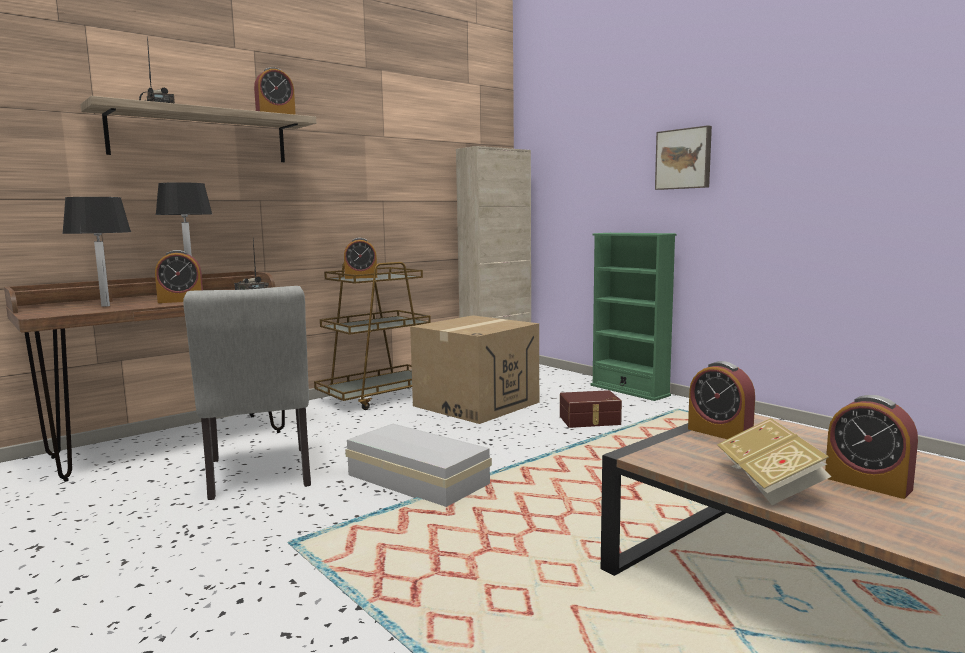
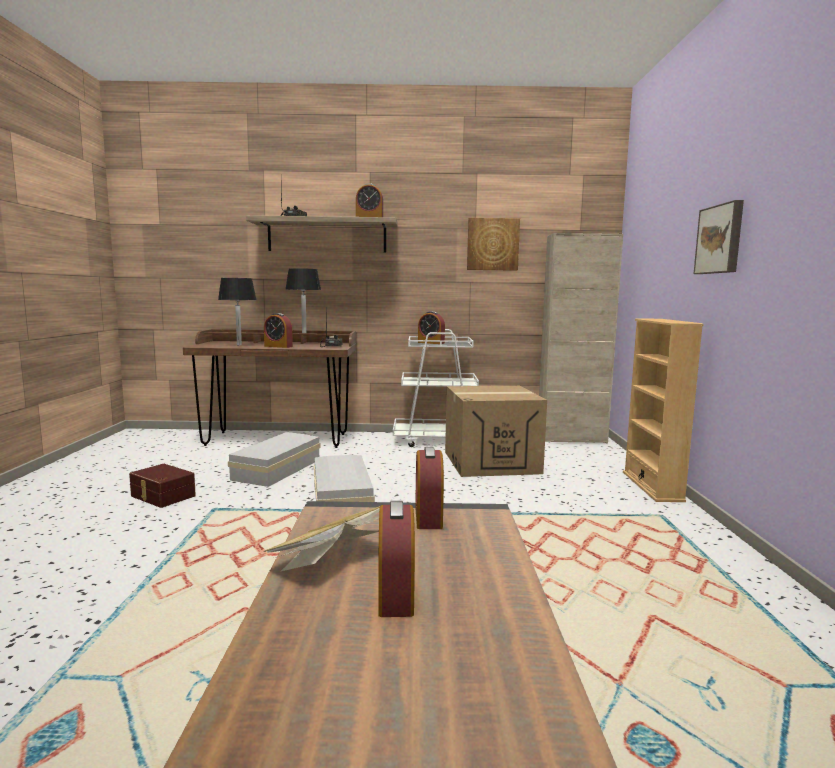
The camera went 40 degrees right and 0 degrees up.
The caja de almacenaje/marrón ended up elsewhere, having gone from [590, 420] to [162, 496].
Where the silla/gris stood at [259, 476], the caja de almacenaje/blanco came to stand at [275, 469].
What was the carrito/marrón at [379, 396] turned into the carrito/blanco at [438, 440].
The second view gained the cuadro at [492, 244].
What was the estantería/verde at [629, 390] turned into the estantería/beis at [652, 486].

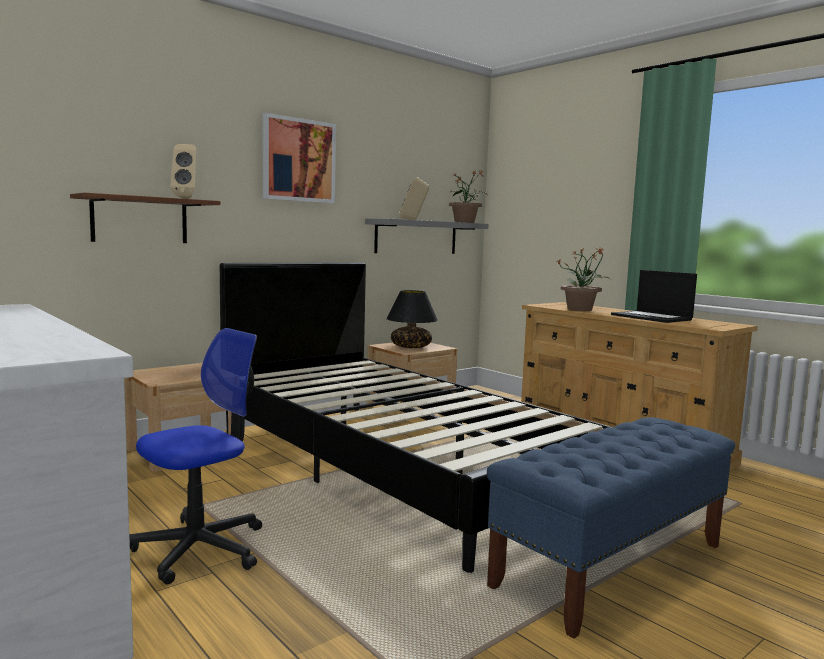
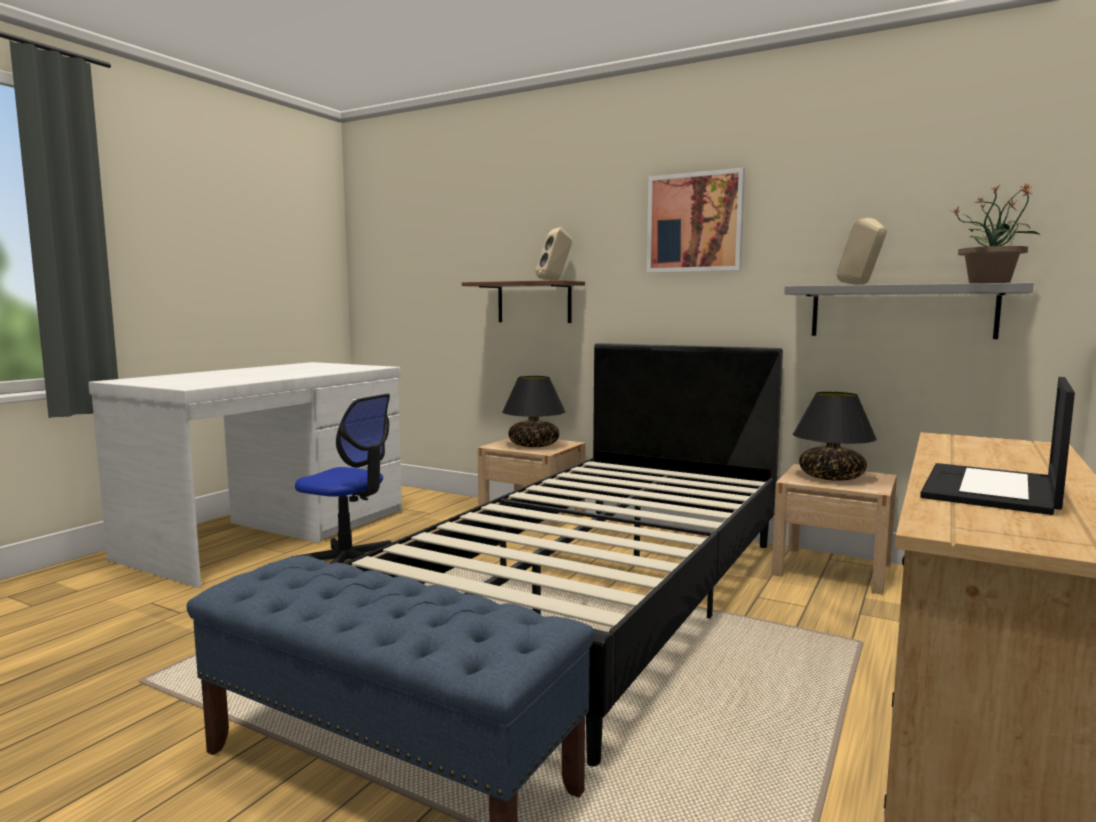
The camera went 70 degrees right and 0 degrees up.
The second view gained the lámpara de mesa/negro at [534, 445].
The second view lost the planta en maceta at [580, 309].

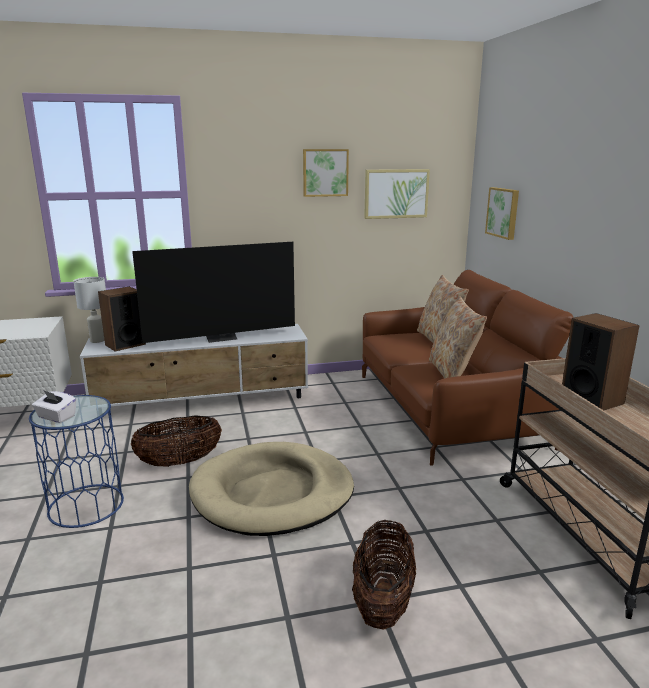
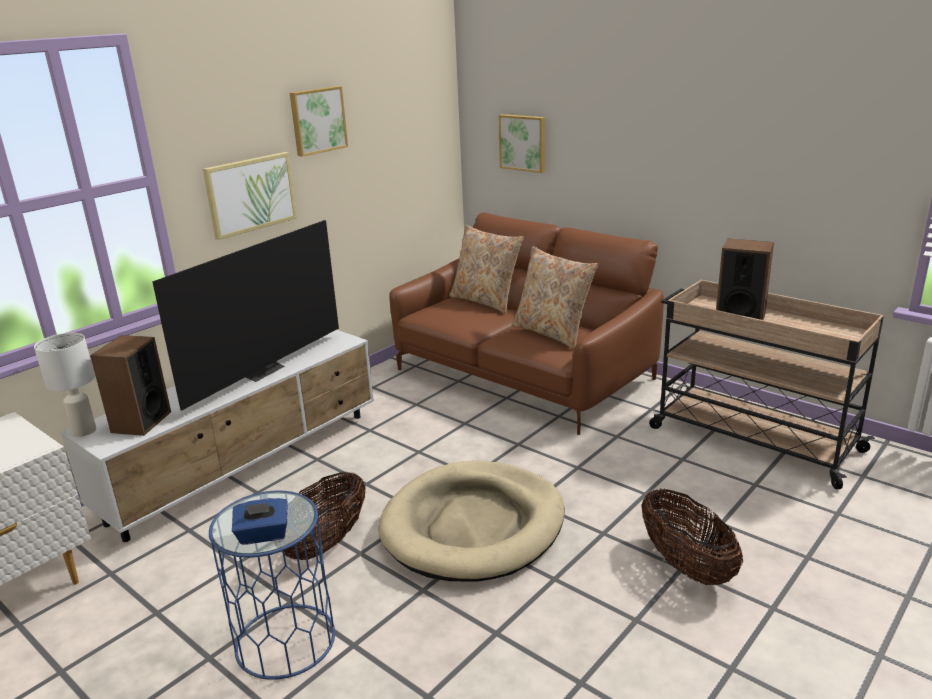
The camera went 35 degrees left and 5 degrees up.
The cuadro ended up elsewhere, having gone from [396, 193] to [250, 194].
What was the caja de pañuelos/blanco at [56, 417] turned into the caja de pañuelos/azul at [263, 535].

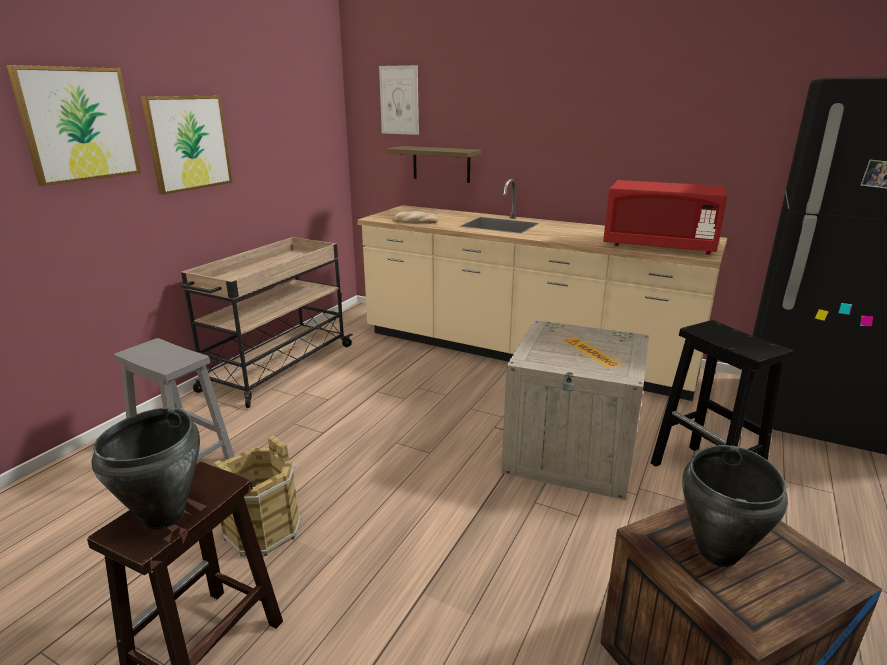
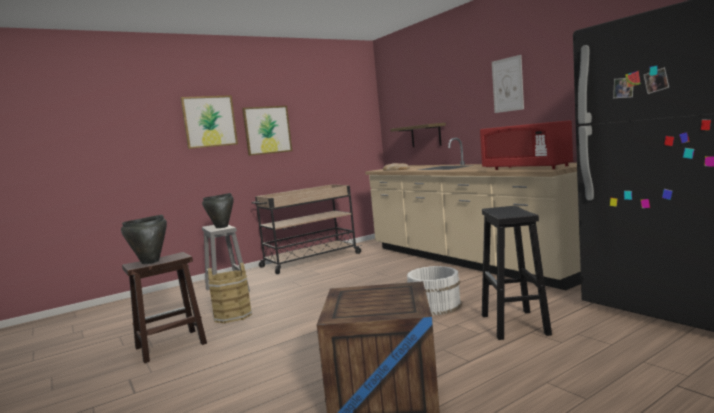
The camera went 30 degrees right and 15 degrees down.
The olla/negro ended up elsewhere, having gone from [718, 553] to [222, 227].
Where the caja de embalaje stood at [573, 451], the cubo/blanco came to stand at [435, 305].
The cuadro ended up elsewhere, having gone from [399, 100] to [507, 84].

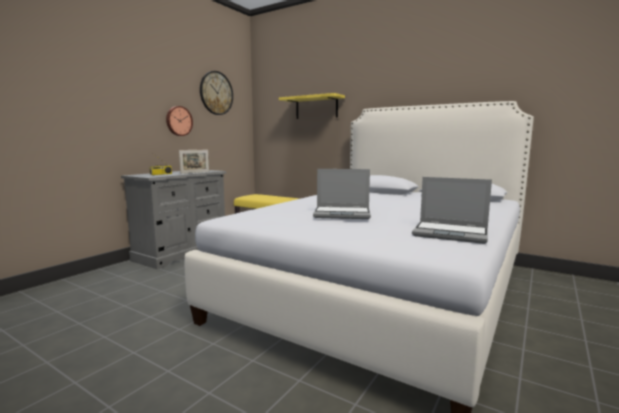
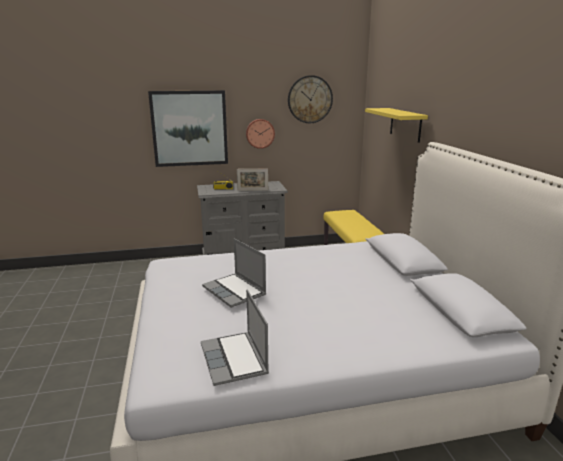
The camera went 45 degrees right and 10 degrees up.
The second view gained the cuadro at [189, 128].

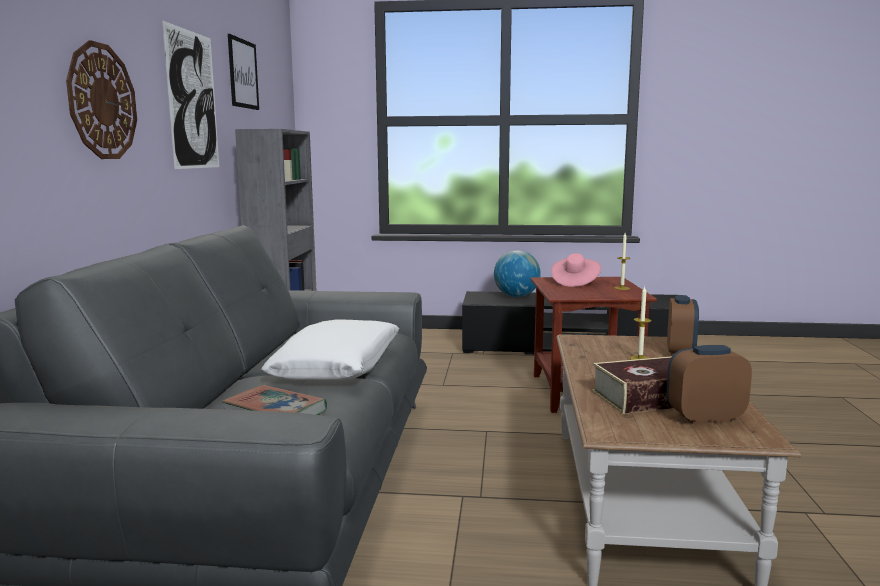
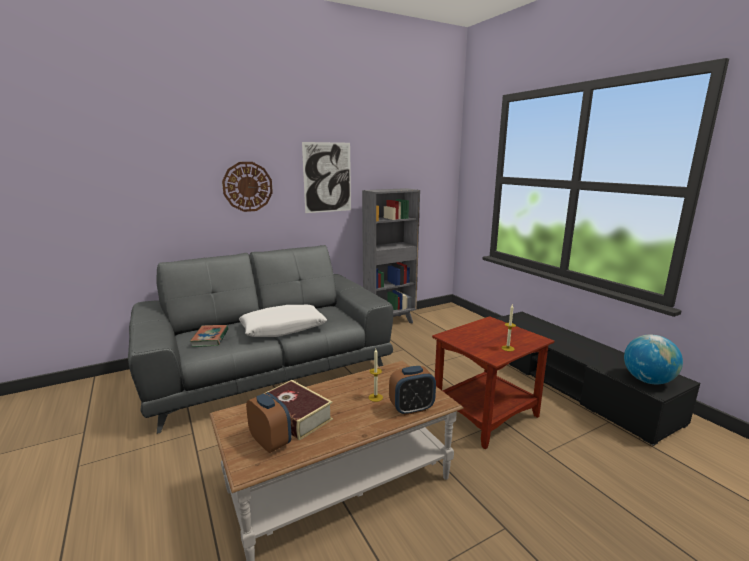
The camera went 55 degrees right and 5 degrees up.
The globo terráqueo ended up elsewhere, having gone from [516, 296] to [647, 381].
The second view lost the cuadro at [243, 74].
The second view lost the sombrero/rosa at [574, 282].

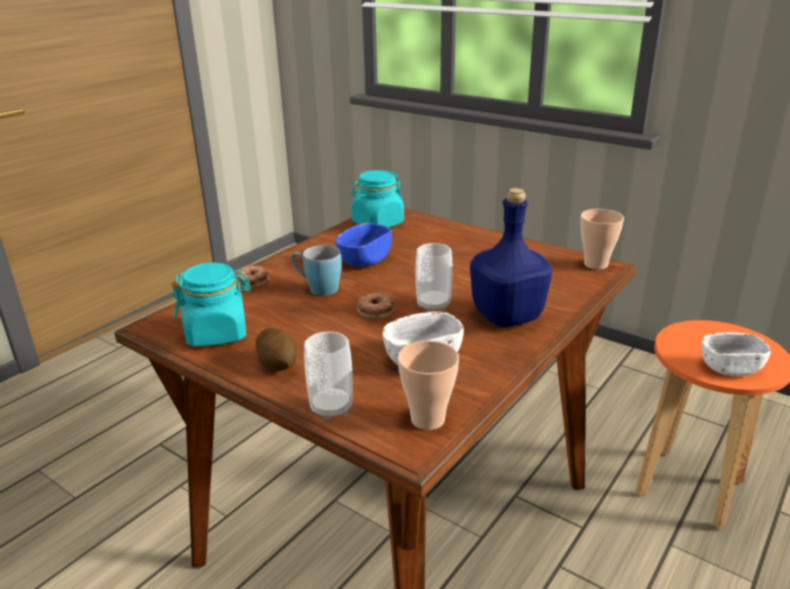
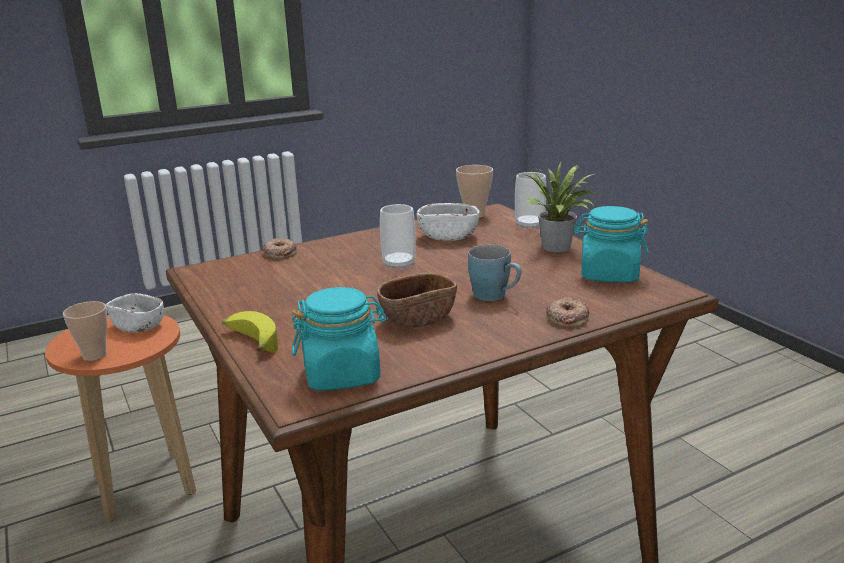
The camera went 155 degrees left and 5 degrees down.
The taza ended up elsewhere, having gone from [596, 264] to [95, 355].
The second view gained the plátano at [250, 341].
The rosquilla ended up elsewhere, having gone from [375, 310] to [280, 253].
What was the cuenco/azul at [365, 260] turned into the cuenco/marrón at [417, 319].
Where the patata stood at [278, 364], the planta en maceta came to stand at [557, 248].
The second view lost the botella/azul at [506, 317].

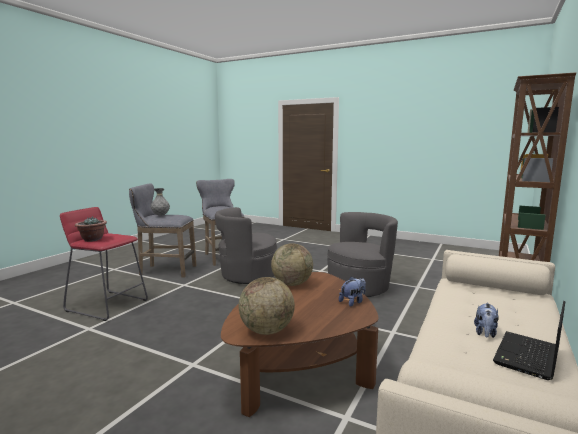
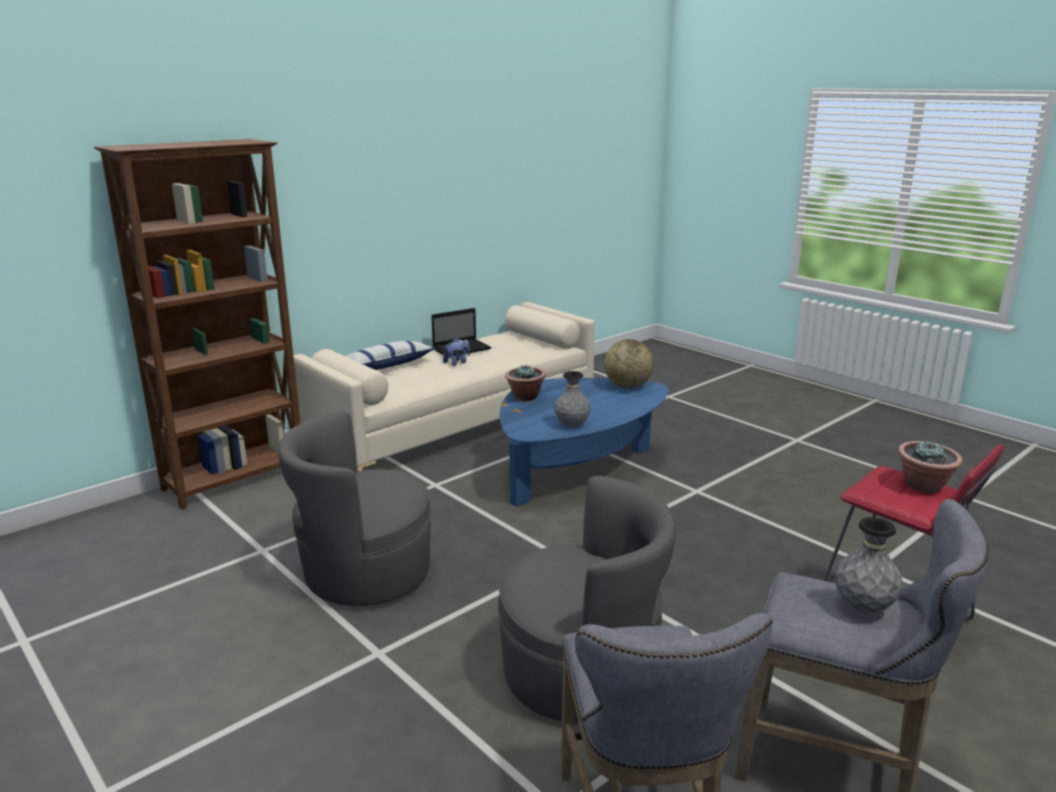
The camera went 160 degrees left and 10 degrees up.
The second view gained the cojín at [385, 366].
What was the mesa de centro/marrón at [302, 366] turned into the mesa de centro/azul at [576, 470].
Where the peluche stood at [353, 302], the planta en maceta came to stand at [525, 397].
Where the globo terráqueo stood at [292, 284], the florero/gris came to stand at [572, 425].

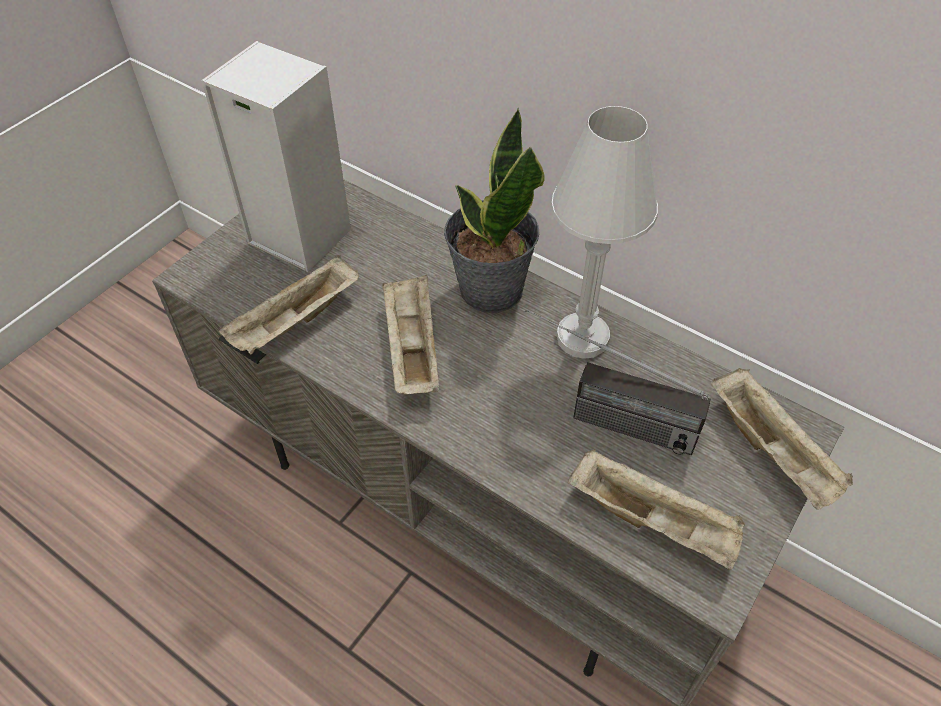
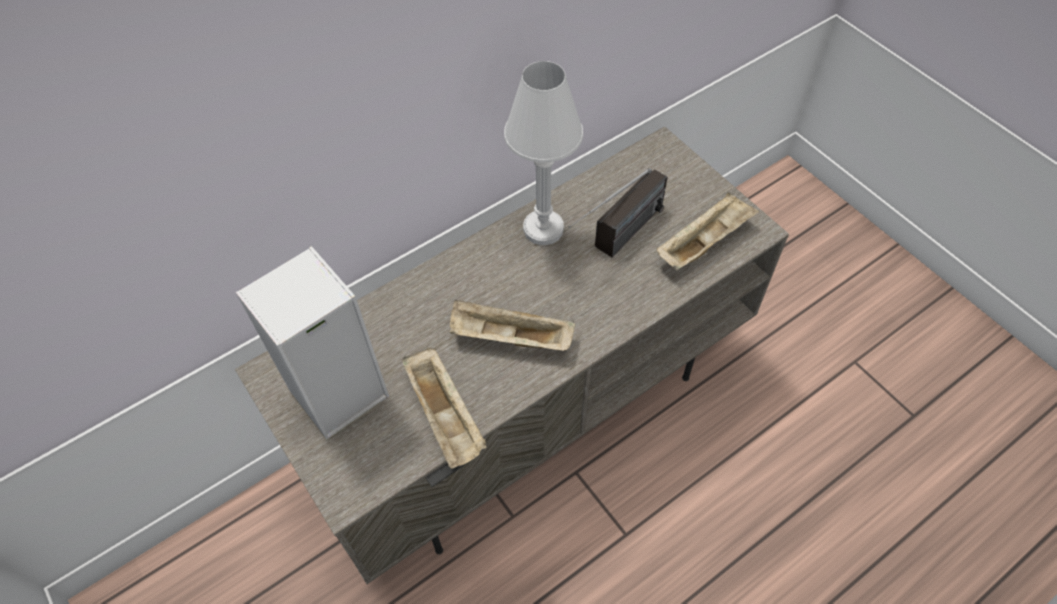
The camera went 70 degrees left and 5 degrees up.
The second view lost the planta en maceta at [490, 290].
The second view lost the bandeja/beis at [772, 451].

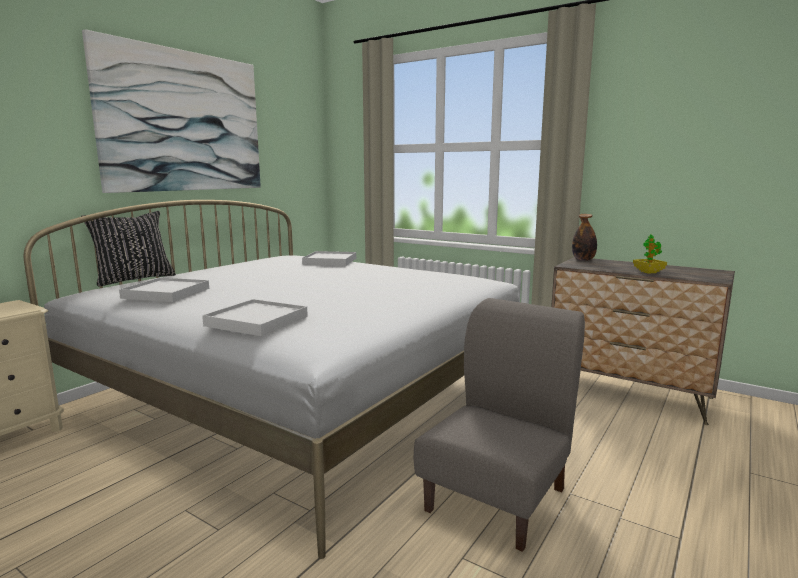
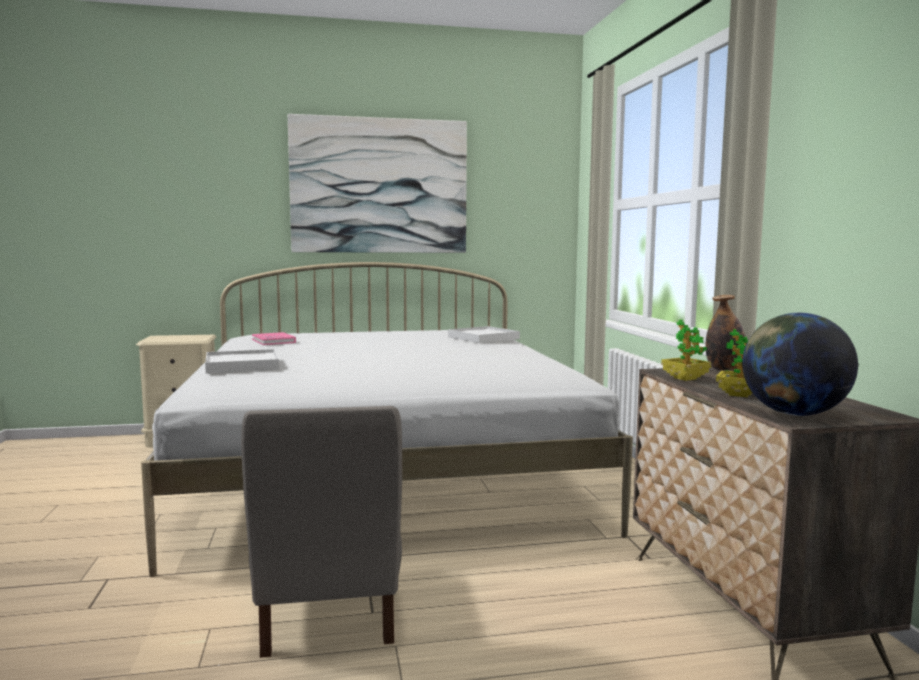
The camera went 45 degrees right and 5 degrees down.
The silla/gris at [498, 499] ended up facing another way, 90 degrees clockwise from before.
Where the bandeja/blanco stood at [166, 293], the libro/rosa came to stand at [273, 341].
The second view gained the planta en maceta at [685, 378].
The second view gained the globo terráqueo at [793, 414].
The second view lost the cojín/negro at [134, 279].

